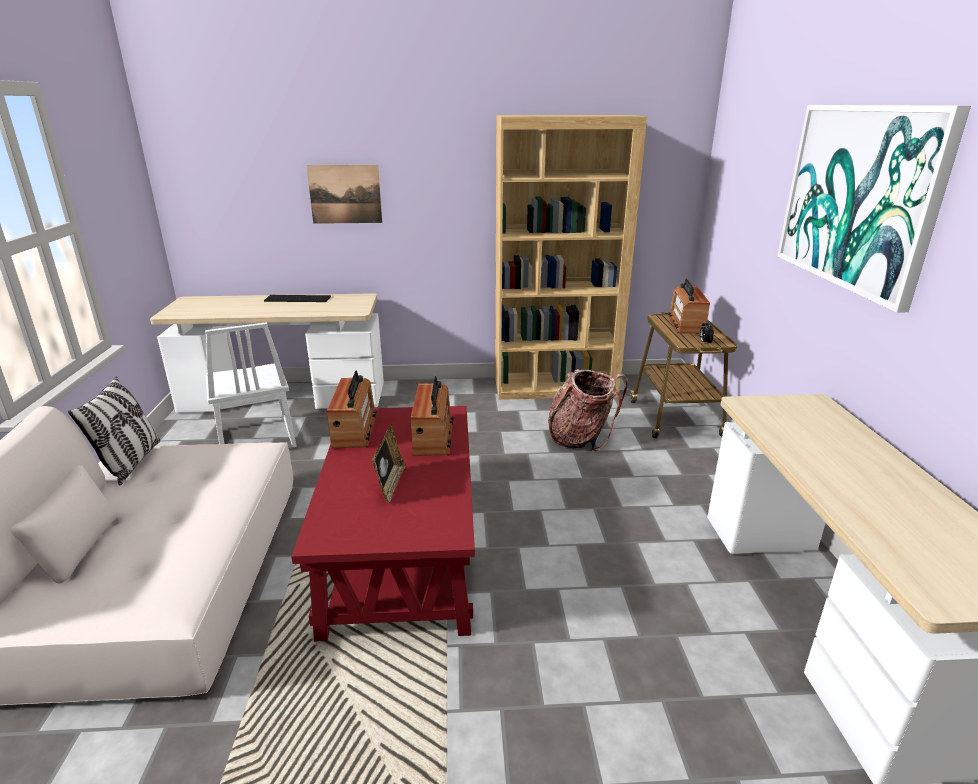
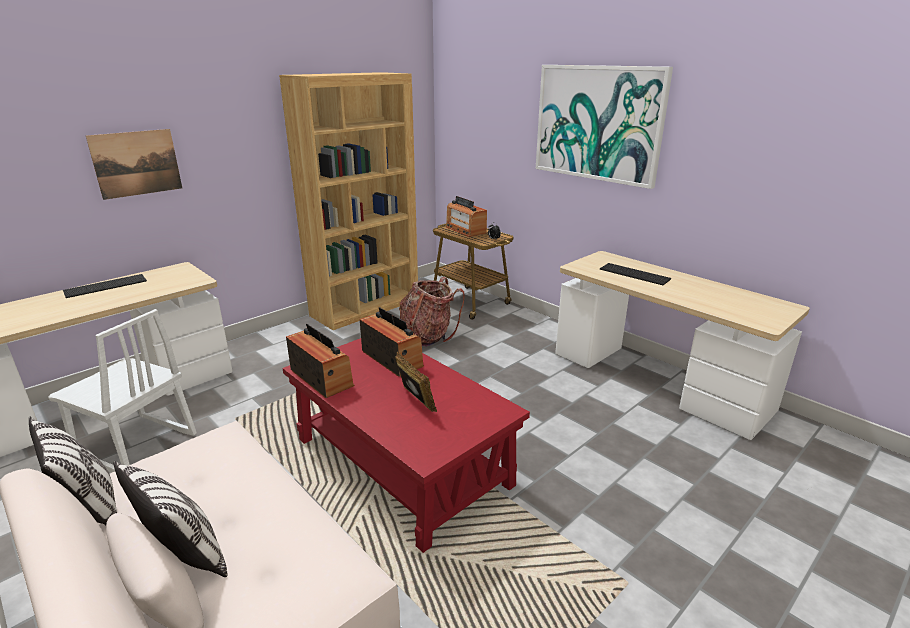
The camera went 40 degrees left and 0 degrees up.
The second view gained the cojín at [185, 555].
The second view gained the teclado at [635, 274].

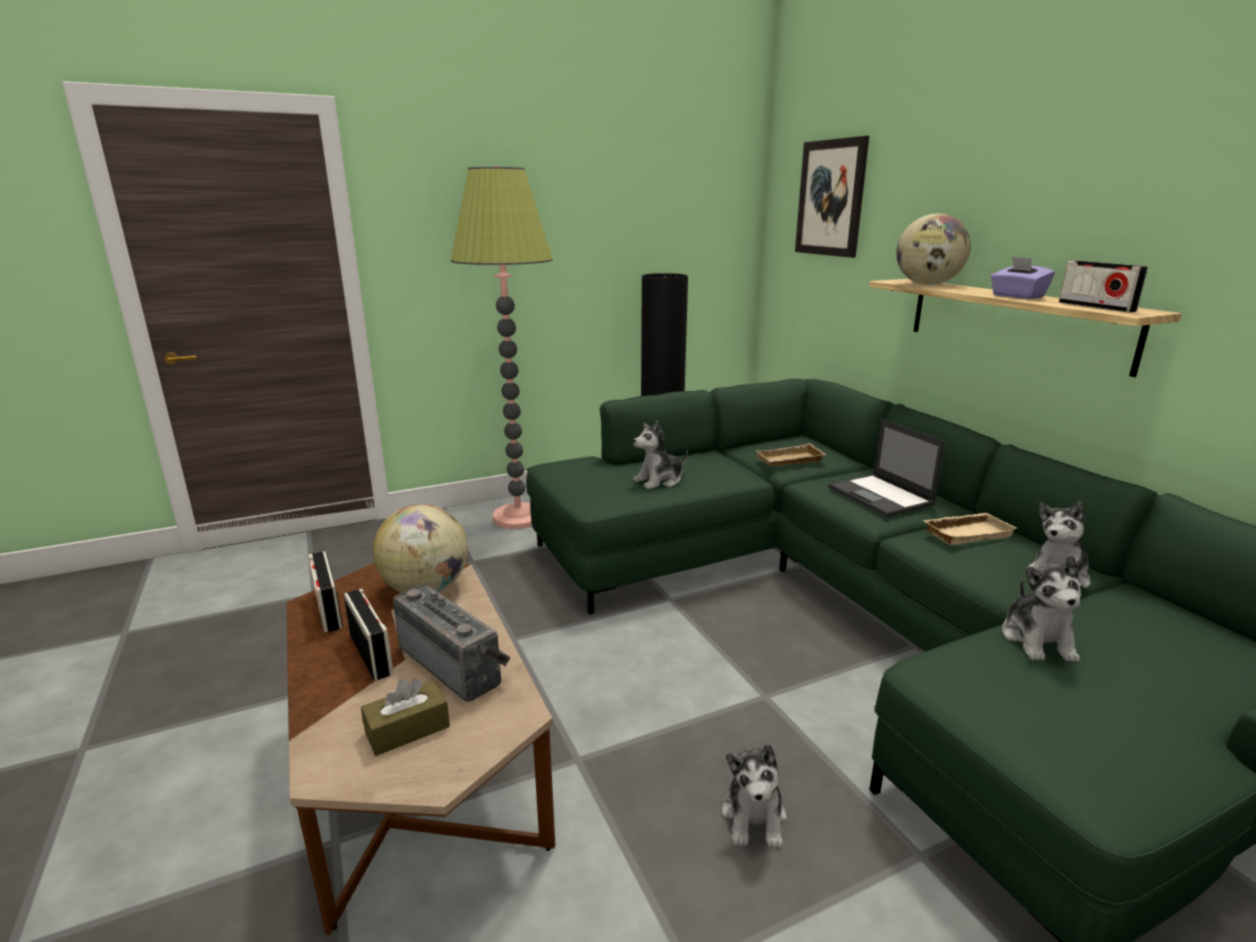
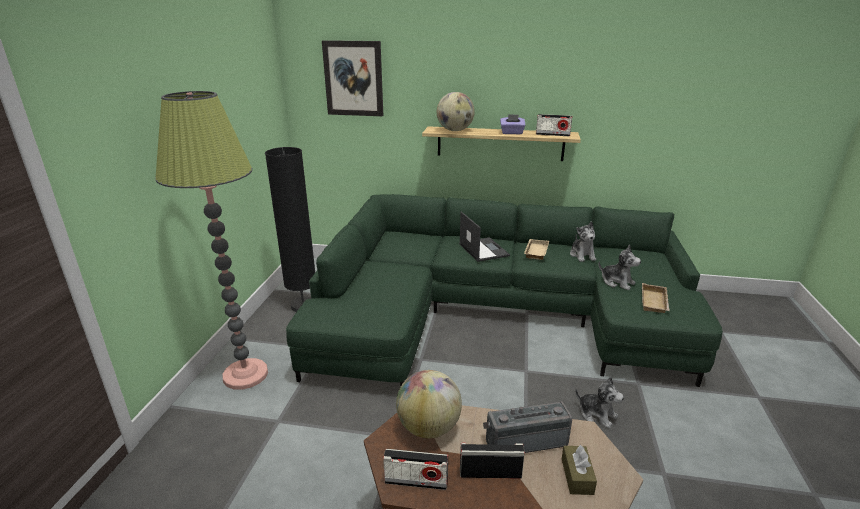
The camera went 55 degrees left and 5 degrees up.
The portátil at [881, 496] ended up facing another way, 120 degrees counterclockwise from before.
The bandeja/beis ended up elsewhere, having gone from [789, 461] to [655, 302].
The second view lost the peluche at [659, 480].

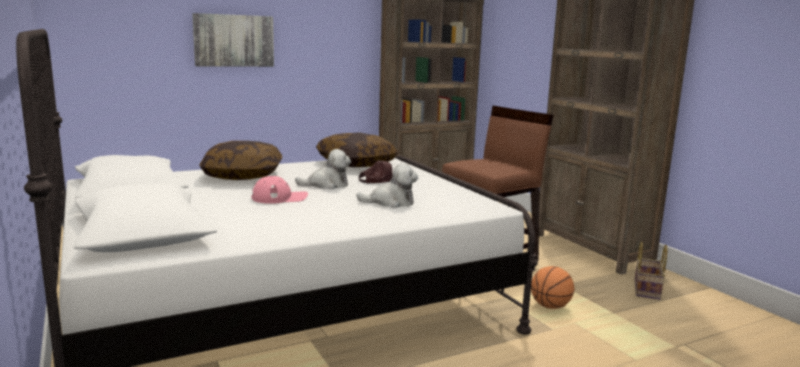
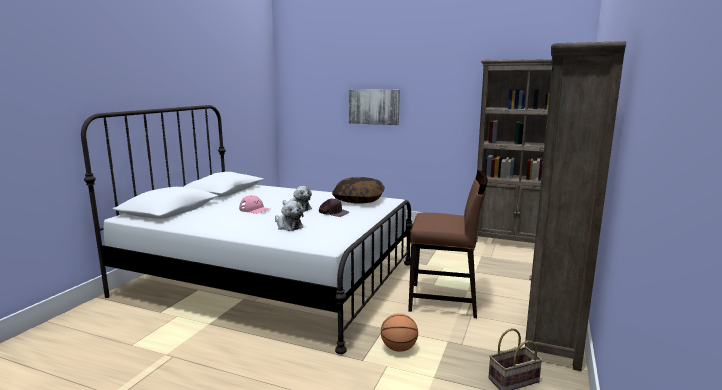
The camera went 50 degrees right and 0 degrees up.
The second view lost the cojín at [243, 175].

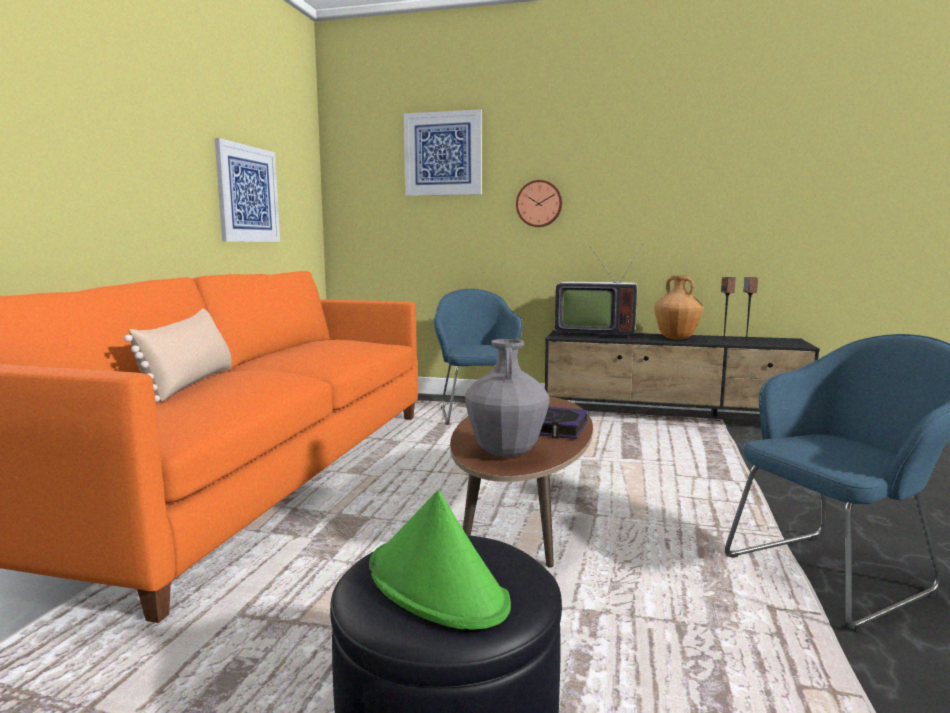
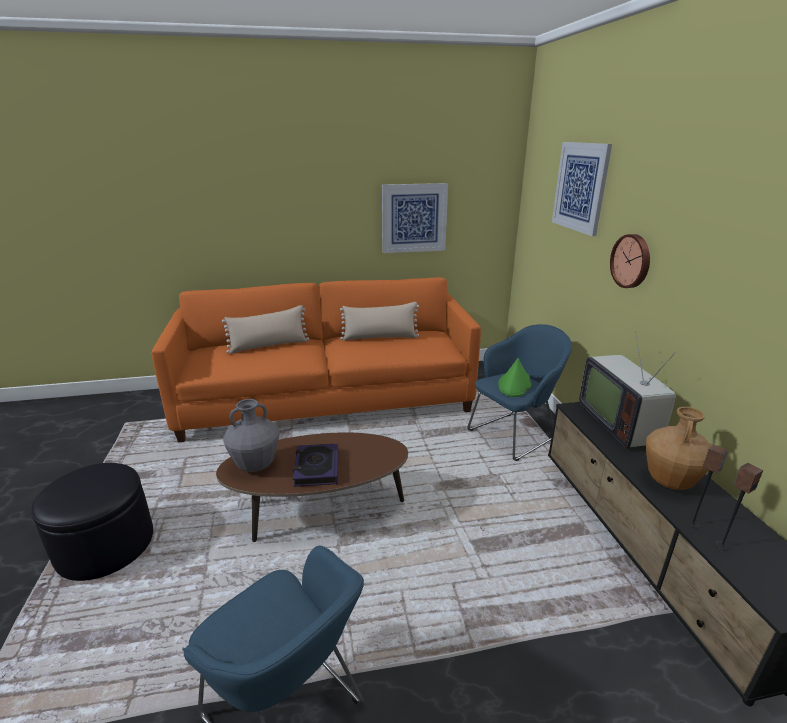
The camera went 65 degrees right and 15 degrees up.
The second view gained the cojín/beis at [380, 337].
The sombrero/verde ended up elsewhere, having gone from [437, 585] to [514, 384].

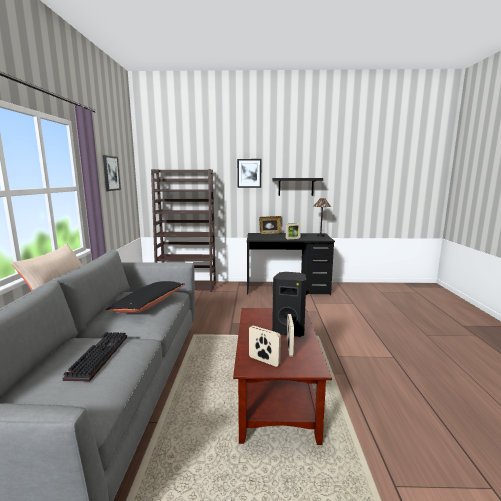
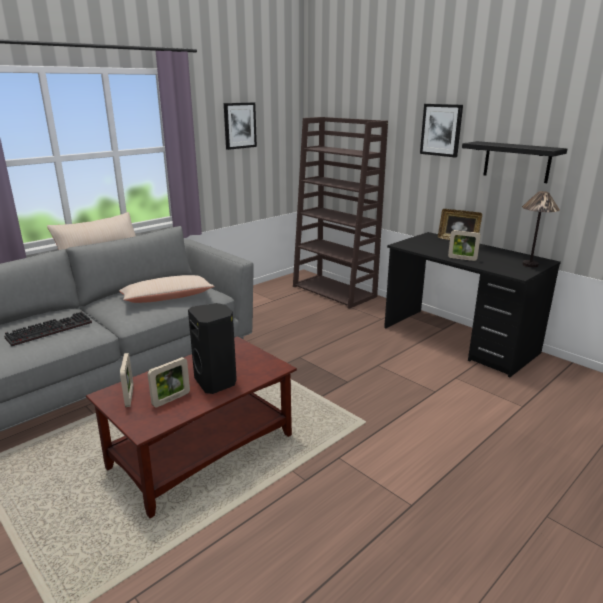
The camera went 45 degrees right and 10 degrees up.
What was the cojín/negro at [149, 304] turned into the cojín/beis at [167, 298].

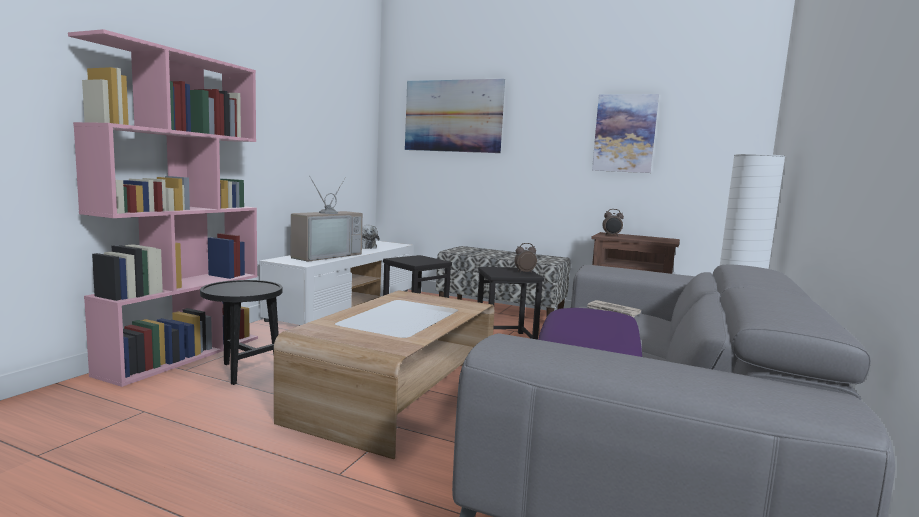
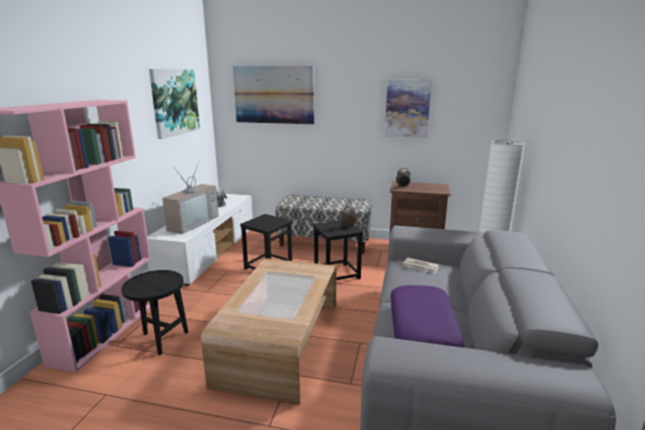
The camera went 10 degrees left and 10 degrees up.
The second view gained the cuadro at [174, 102].

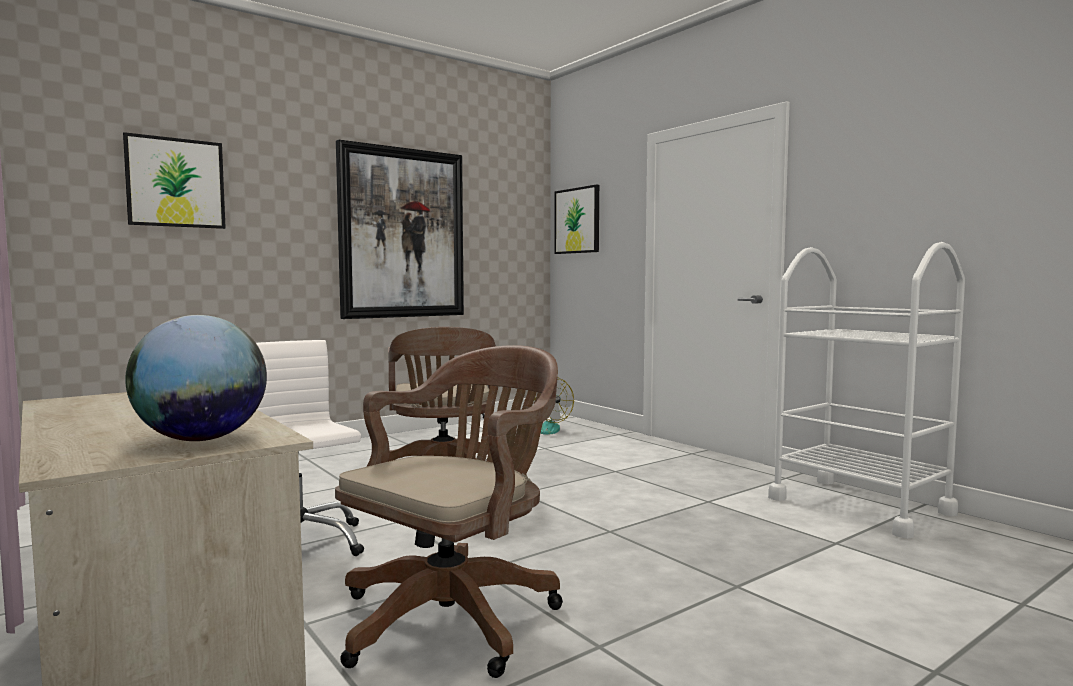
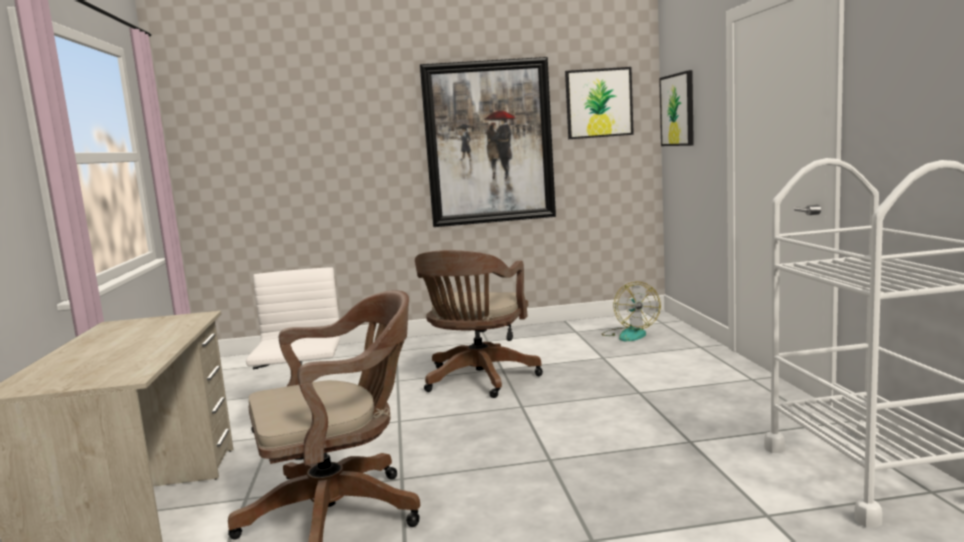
The camera went 30 degrees right and 5 degrees up.
The cuadro ended up elsewhere, having gone from [175, 183] to [599, 103].
The second view lost the globo terráqueo at [201, 439].

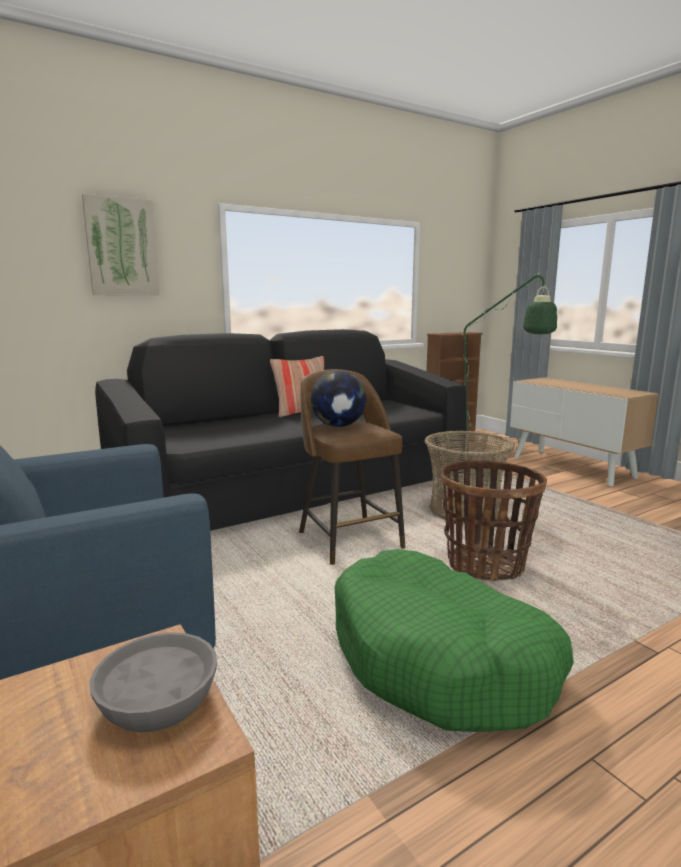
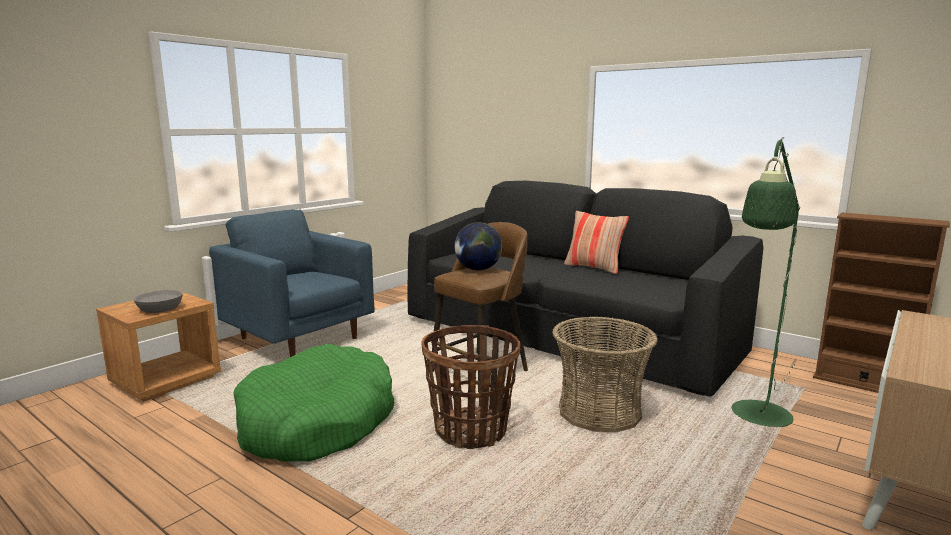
The camera went 70 degrees right and 0 degrees up.
The second view lost the cuadro at [122, 247].

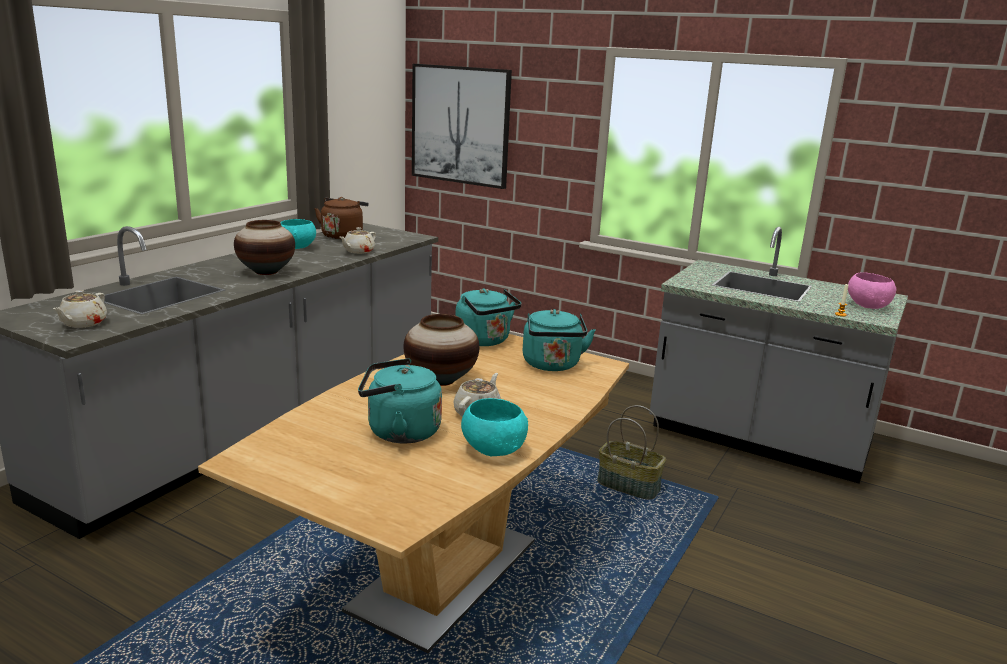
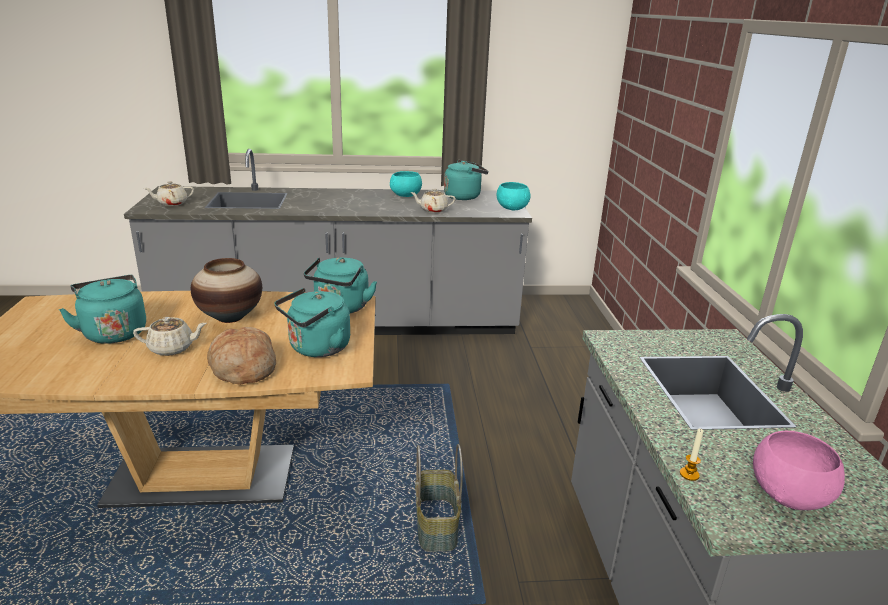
The camera went 55 degrees right and 5 degrees up.
The second view gained the pan at [243, 368].
What was the hervidor/marrón at [343, 236] turned into the hervidor/turquesa at [464, 196].
The cuenco/turquesa ended up elsewhere, having gone from [492, 449] to [512, 208].
The second view lost the florero at [266, 272].
The second view lost the cuadro at [460, 125].

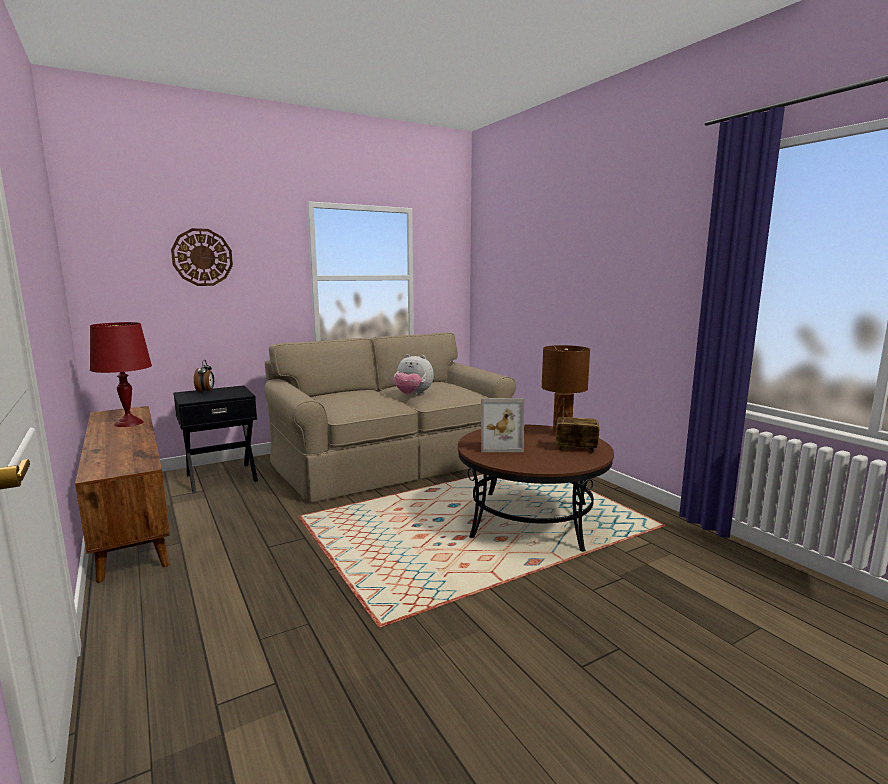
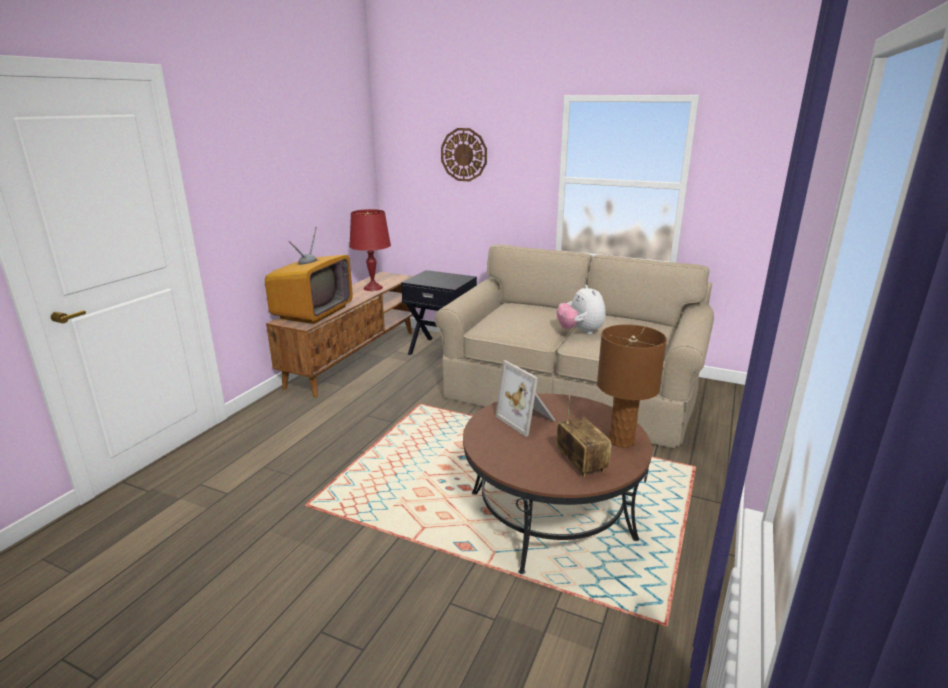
The camera went 55 degrees right and 10 degrees up.
The second view gained the televisor at [313, 312].
The second view lost the despertador at [206, 392].

